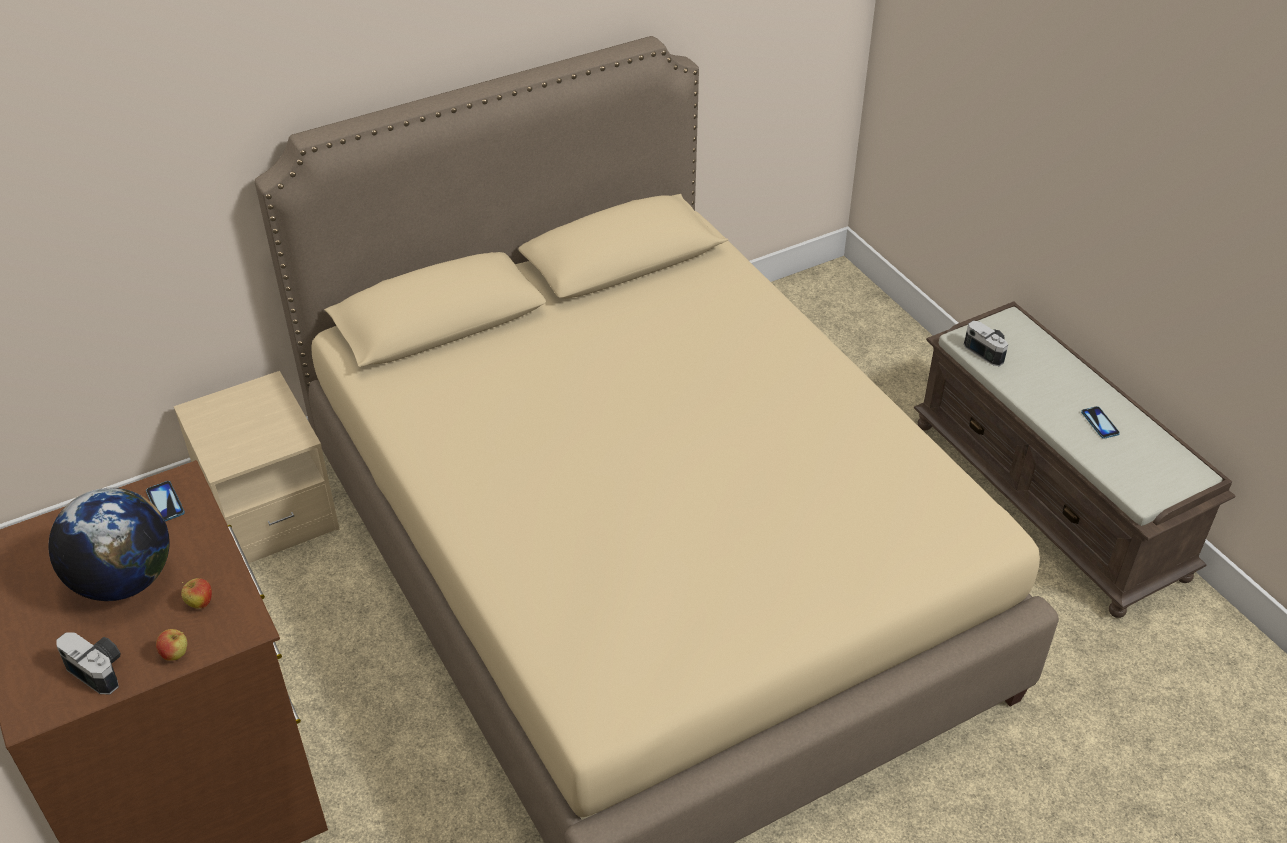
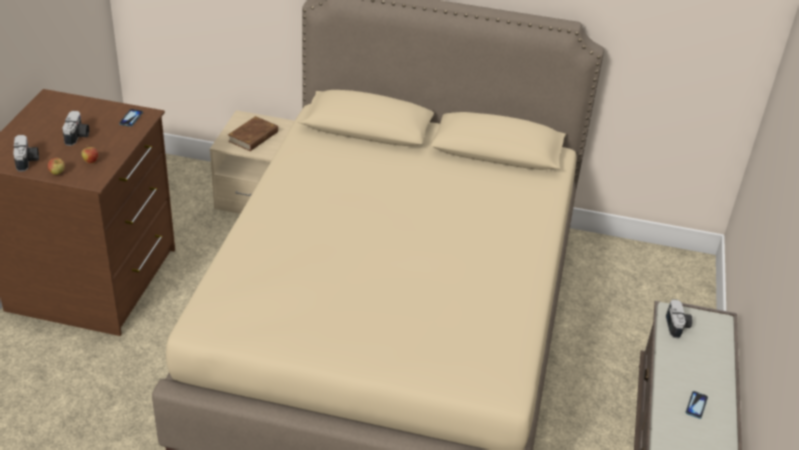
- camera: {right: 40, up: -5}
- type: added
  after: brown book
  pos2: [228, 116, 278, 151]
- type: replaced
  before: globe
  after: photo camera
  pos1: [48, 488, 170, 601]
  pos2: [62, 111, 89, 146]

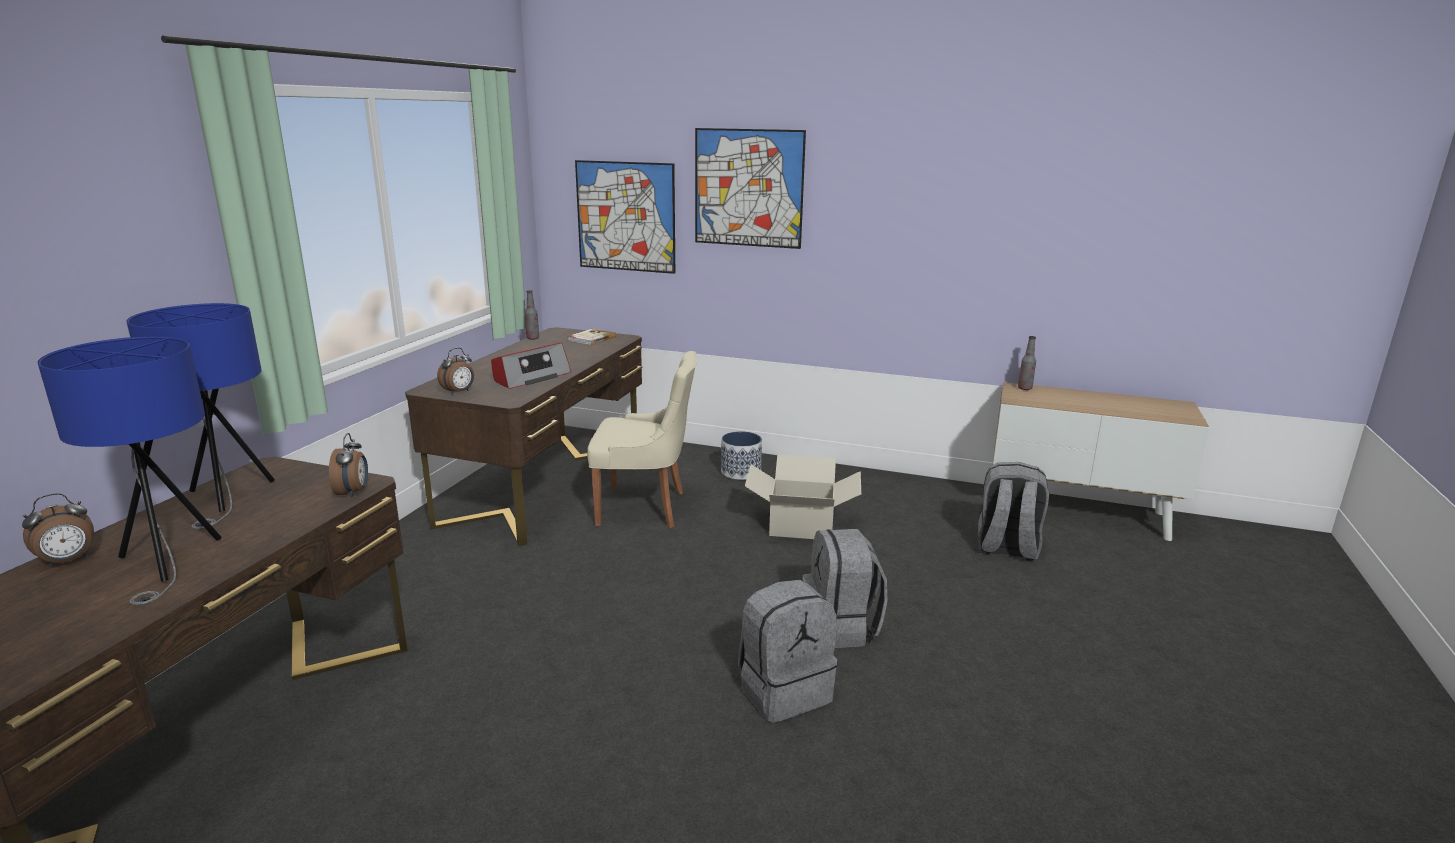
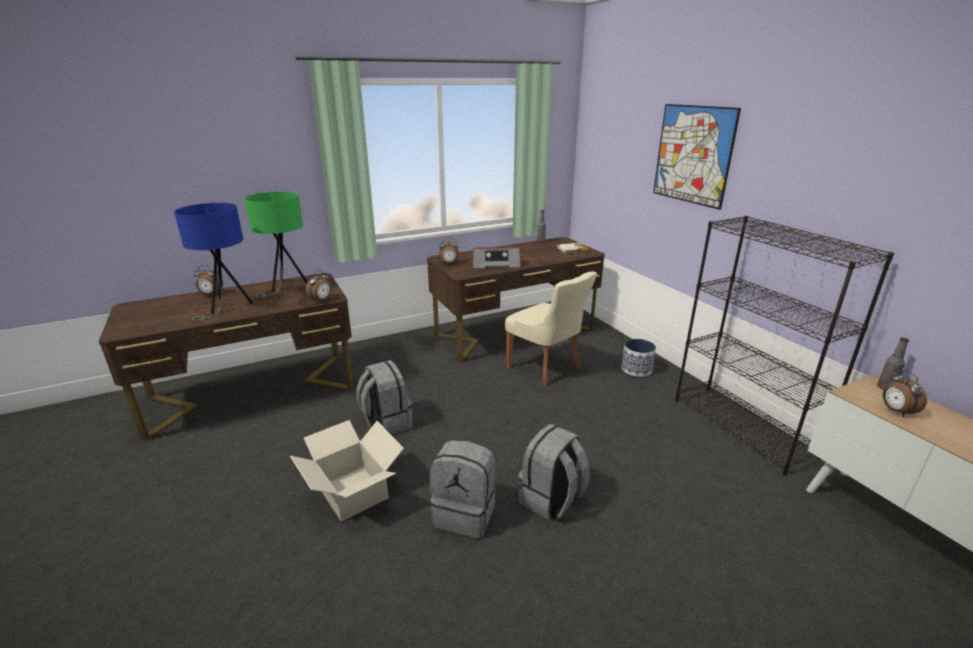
- camera: {right: 45, up: 5}
- type: removed
  before: picture
  pos1: [575, 160, 675, 274]
- type: added
  after: black bookcase
  pos2: [675, 216, 894, 475]
- type: added
  after: alarm clock
  pos2: [883, 370, 927, 417]
- type: moved
  before: cardboard box
  pos1: [745, 454, 861, 539]
  pos2: [290, 420, 404, 522]
- type: moved
  before: grey backpack
  pos1: [978, 462, 1049, 561]
  pos2: [357, 360, 413, 434]
- type: recoloured
  before: blue table lamp
  after: green table lamp
  pos1: [126, 303, 275, 529]
  pos2: [244, 191, 308, 297]

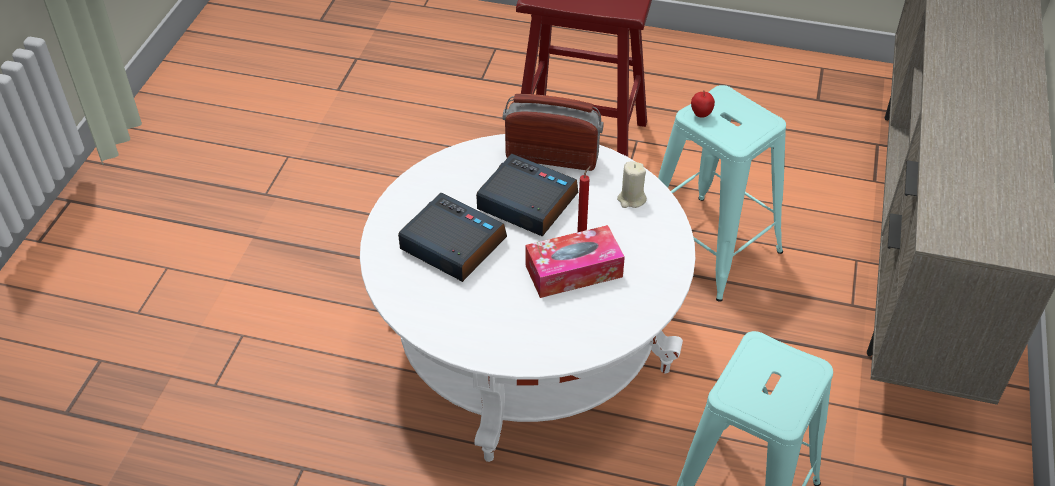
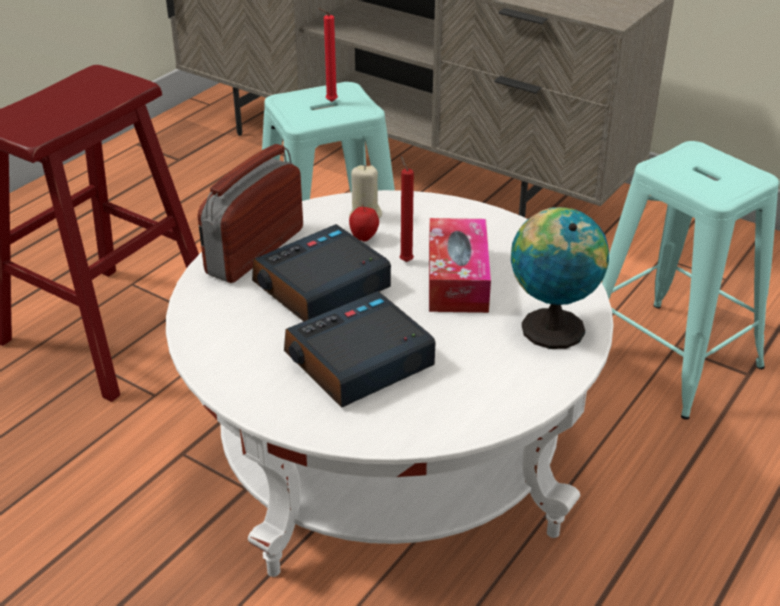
- camera: {right: -70, up: -10}
- type: added
  after: red candle
  pos2: [318, 8, 338, 102]
- type: added
  after: globe
  pos2: [511, 207, 609, 349]
- type: moved
  before: apple
  pos1: [691, 90, 715, 118]
  pos2: [349, 205, 379, 241]

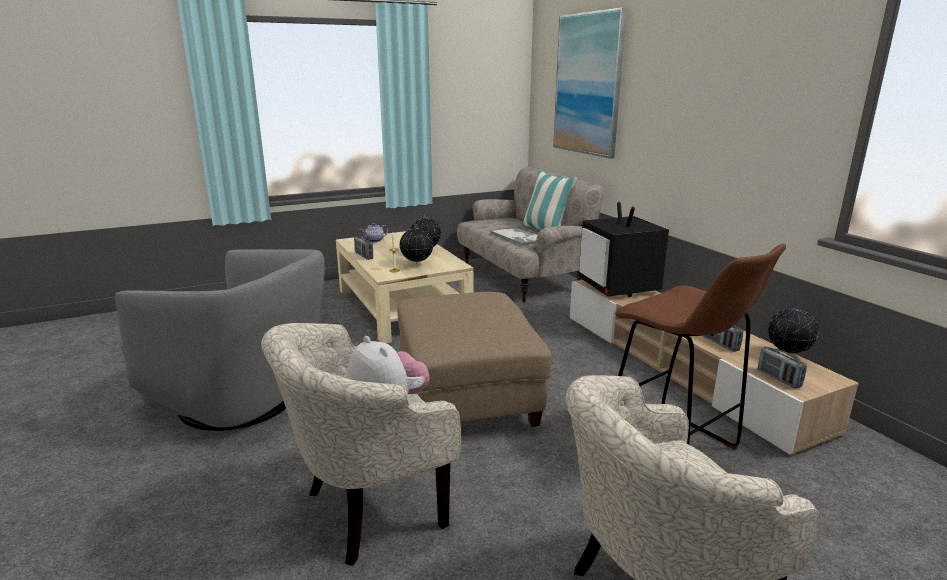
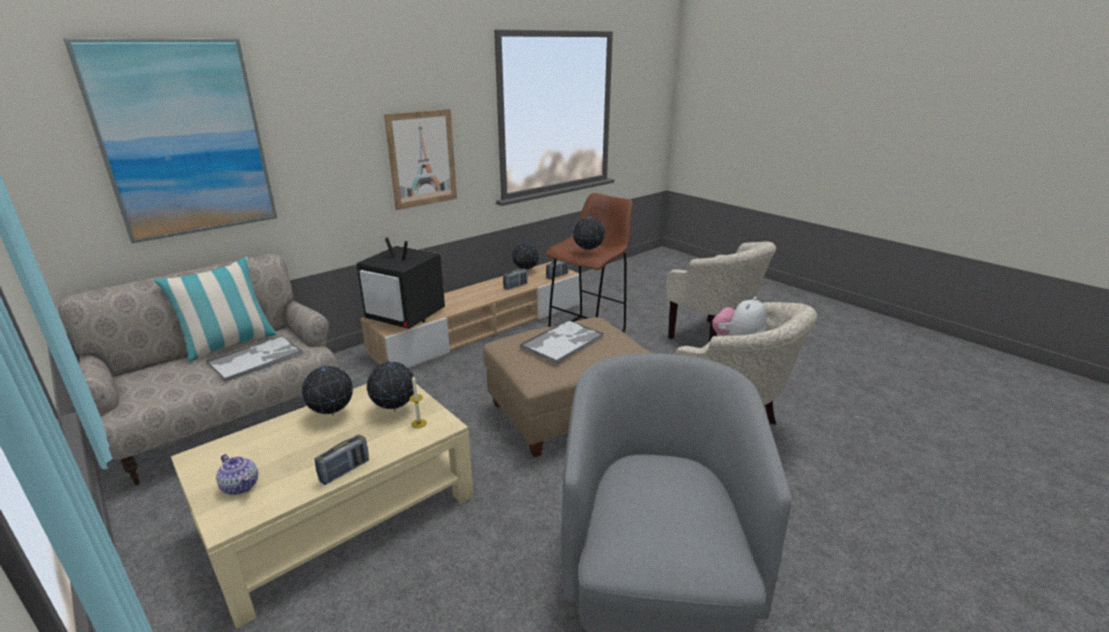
- camera: {right: -105, up: 5}
- type: added
  after: picture
  pos2: [384, 109, 457, 210]
- type: added
  after: tray
  pos2: [519, 320, 605, 364]
- type: added
  after: globe
  pos2: [573, 214, 605, 252]
- type: turned
  before: television
  pos1: [579, 202, 669, 297]
  pos2: [356, 237, 445, 329]
  turn: 60

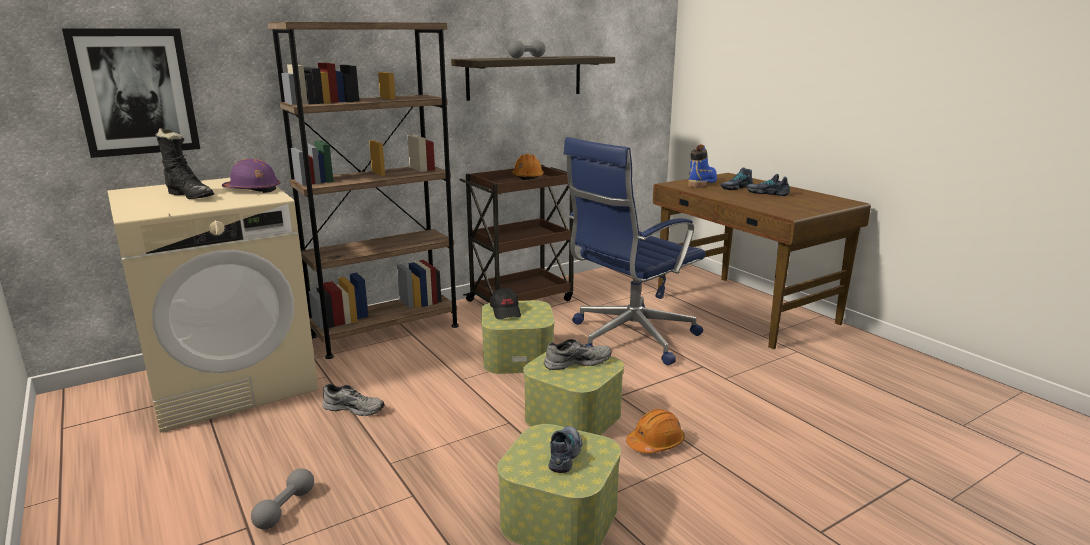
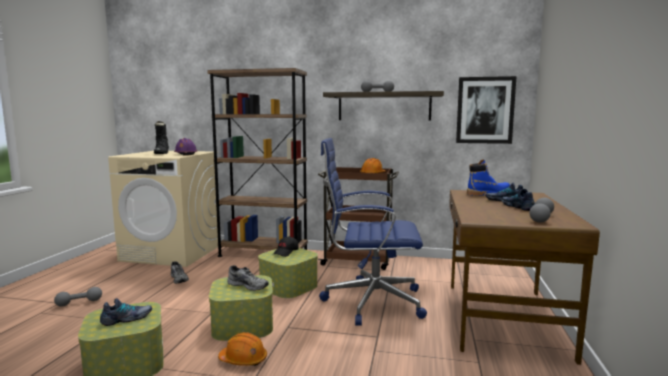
- camera: {right: 45, up: -10}
- type: added
  after: grey dumbbell
  pos2: [529, 198, 554, 223]
- type: moved
  before: picture
  pos1: [62, 29, 200, 158]
  pos2: [456, 76, 517, 144]

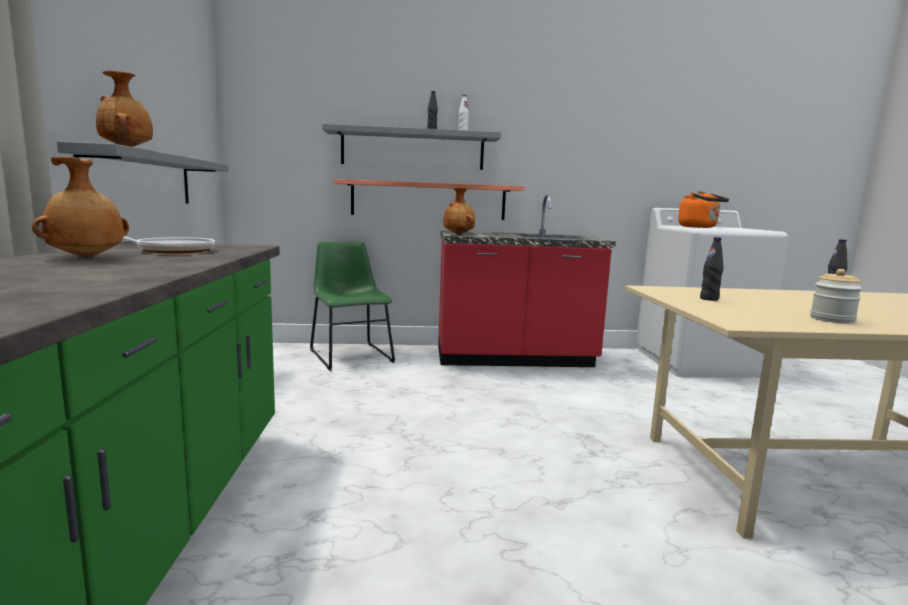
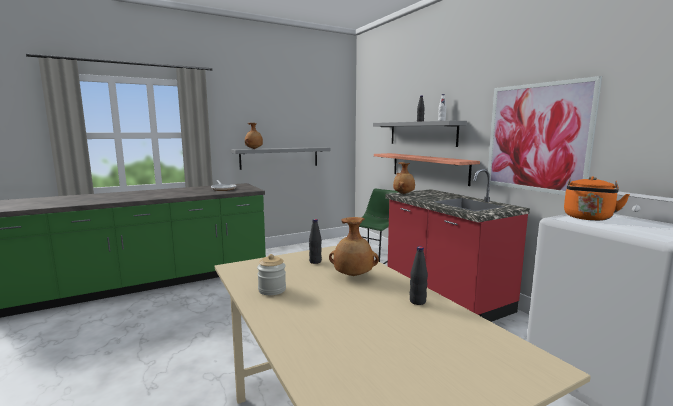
- camera: {right: 65, up: 0}
- type: added
  after: picture
  pos2: [488, 76, 602, 195]
- type: moved
  before: brown vase
  pos1: [32, 157, 129, 258]
  pos2: [329, 217, 379, 276]

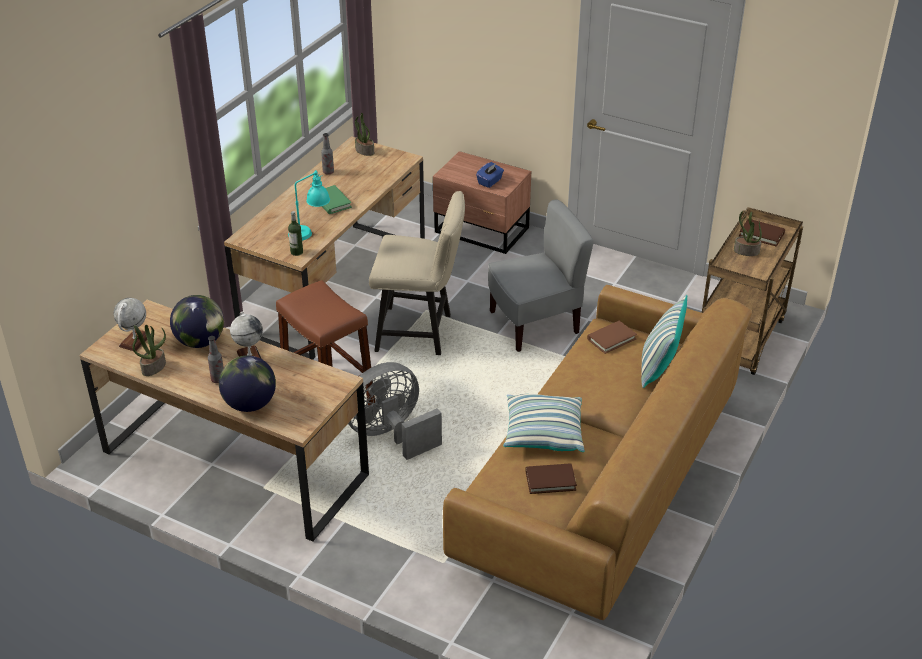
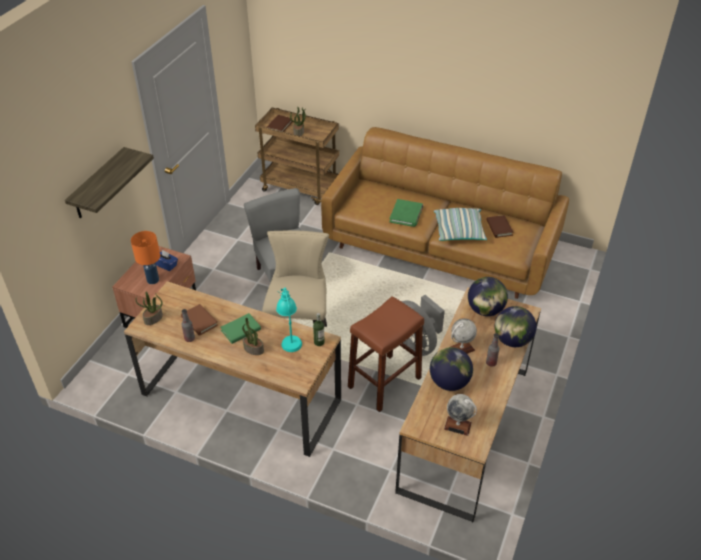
- camera: {right: -95, up: 5}
- type: removed
  before: pillow
  pos1: [641, 295, 687, 388]
- type: added
  after: shelf
  pos2: [65, 147, 154, 218]
- type: added
  after: orange table lamp
  pos2: [131, 231, 160, 284]
- type: added
  after: green book
  pos2: [389, 199, 423, 227]
- type: added
  after: globe
  pos2: [468, 277, 508, 316]
- type: moved
  before: potted plant
  pos1: [133, 325, 166, 376]
  pos2: [242, 318, 264, 355]
- type: moved
  before: brown book
  pos1: [587, 321, 637, 354]
  pos2: [181, 304, 218, 336]

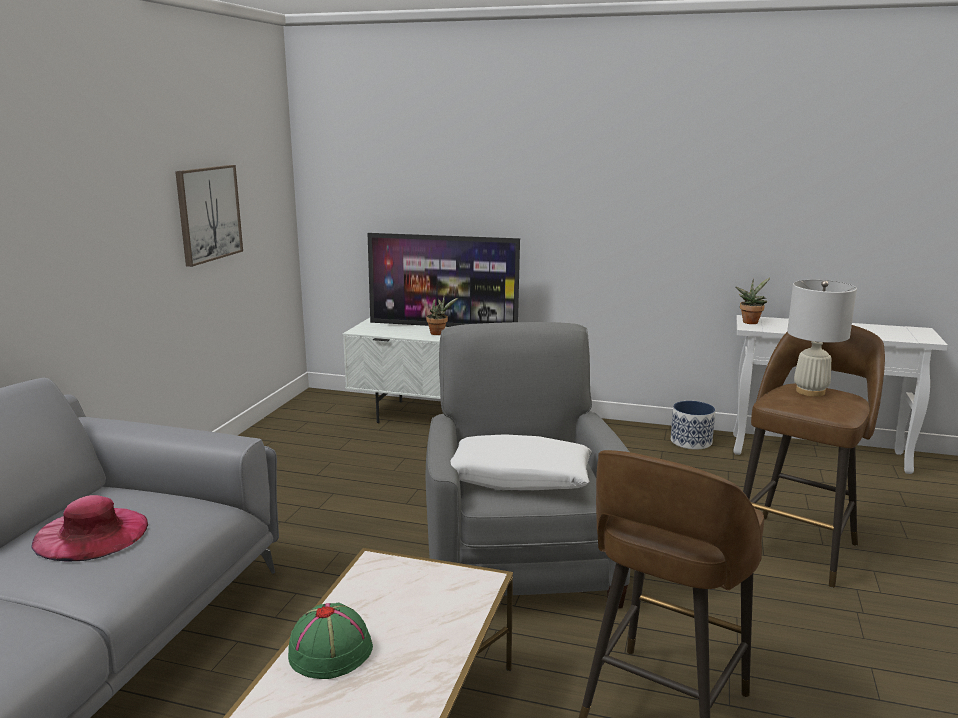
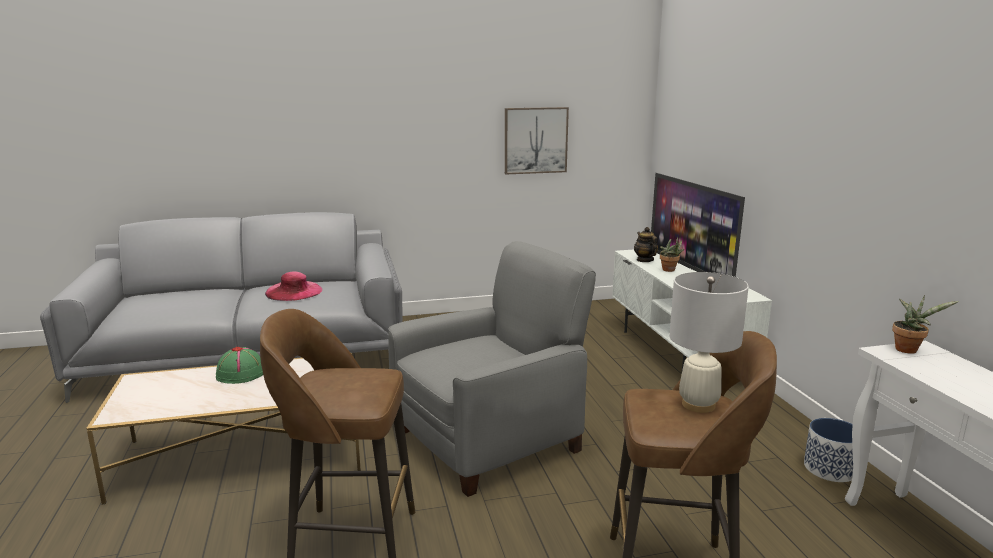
- camera: {right: 60, up: 0}
- type: removed
  before: white pillow
  pos1: [450, 434, 592, 490]
- type: added
  after: teapot
  pos2: [634, 227, 658, 262]

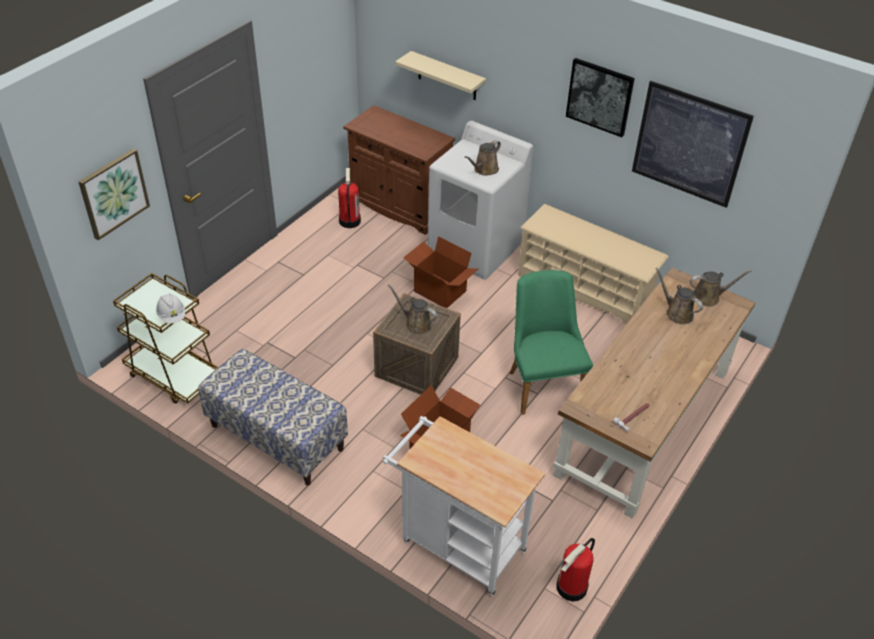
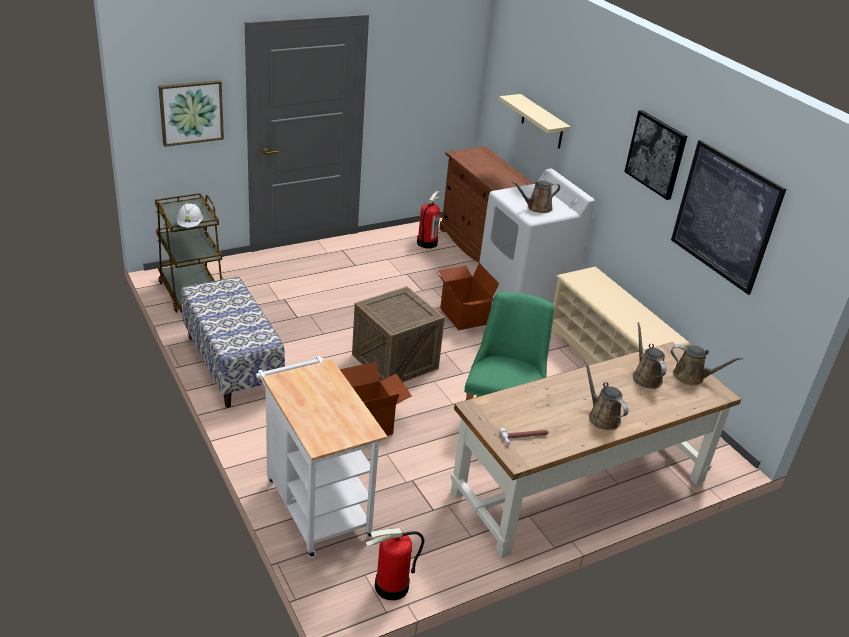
- camera: {right: 25, up: -10}
- type: moved
  before: brown watering can
  pos1: [388, 284, 437, 334]
  pos2: [584, 360, 628, 430]

